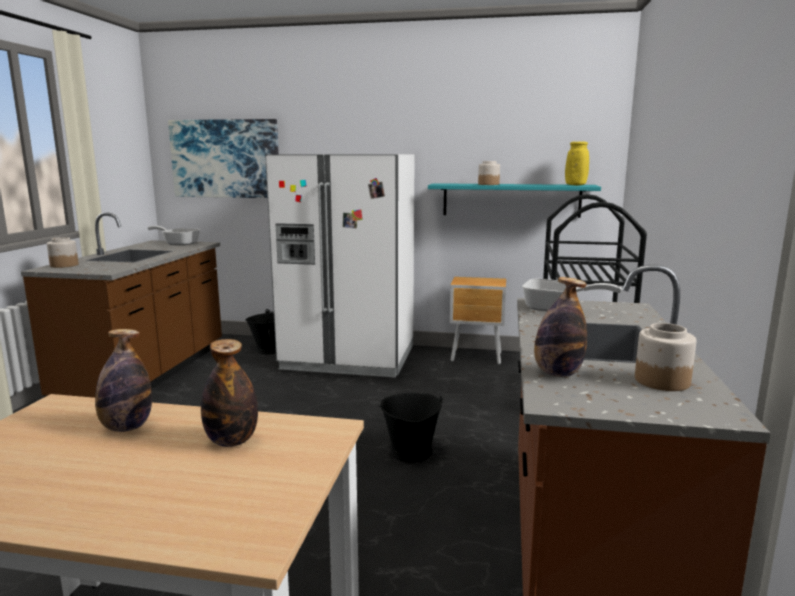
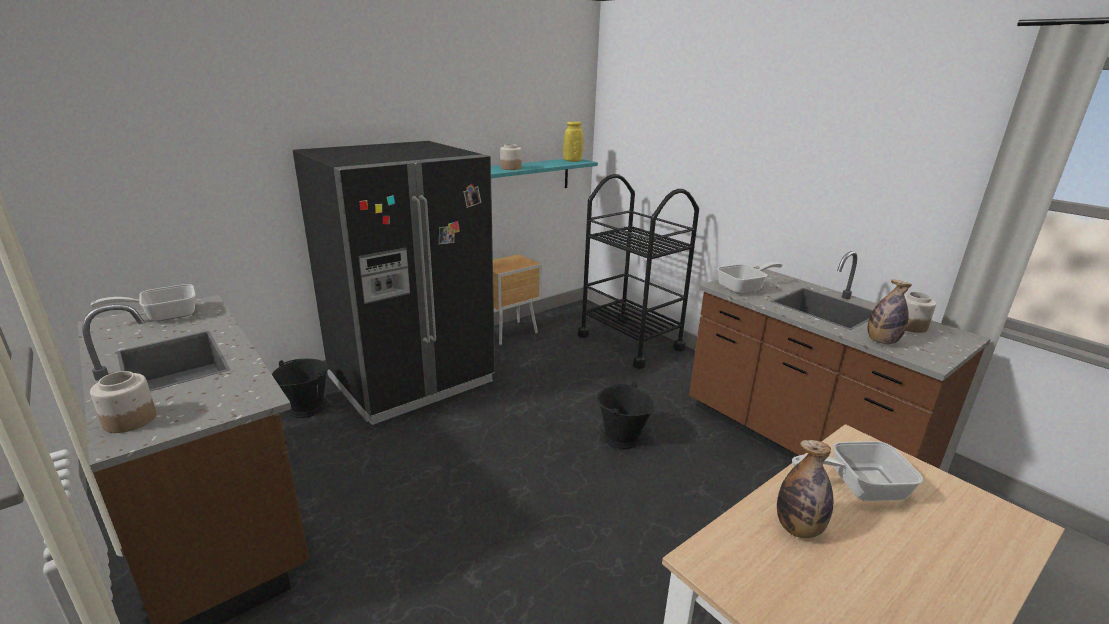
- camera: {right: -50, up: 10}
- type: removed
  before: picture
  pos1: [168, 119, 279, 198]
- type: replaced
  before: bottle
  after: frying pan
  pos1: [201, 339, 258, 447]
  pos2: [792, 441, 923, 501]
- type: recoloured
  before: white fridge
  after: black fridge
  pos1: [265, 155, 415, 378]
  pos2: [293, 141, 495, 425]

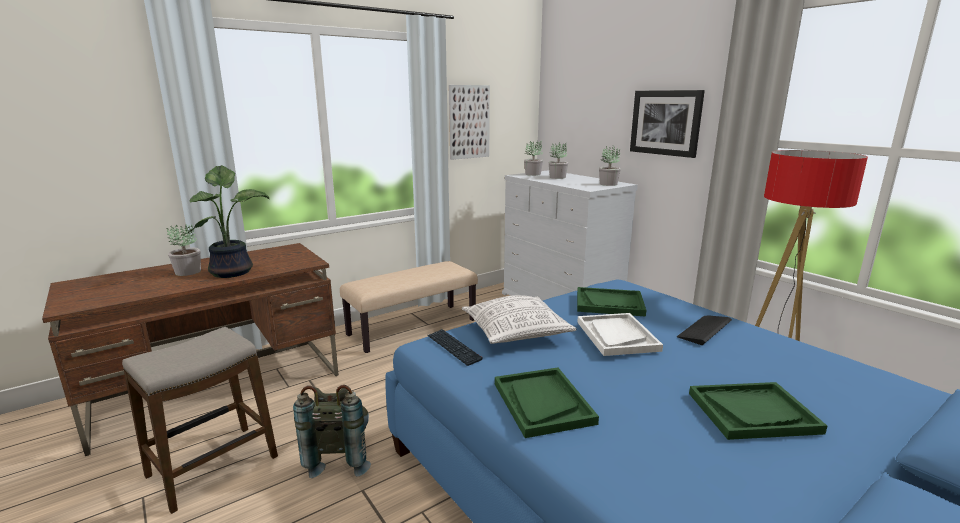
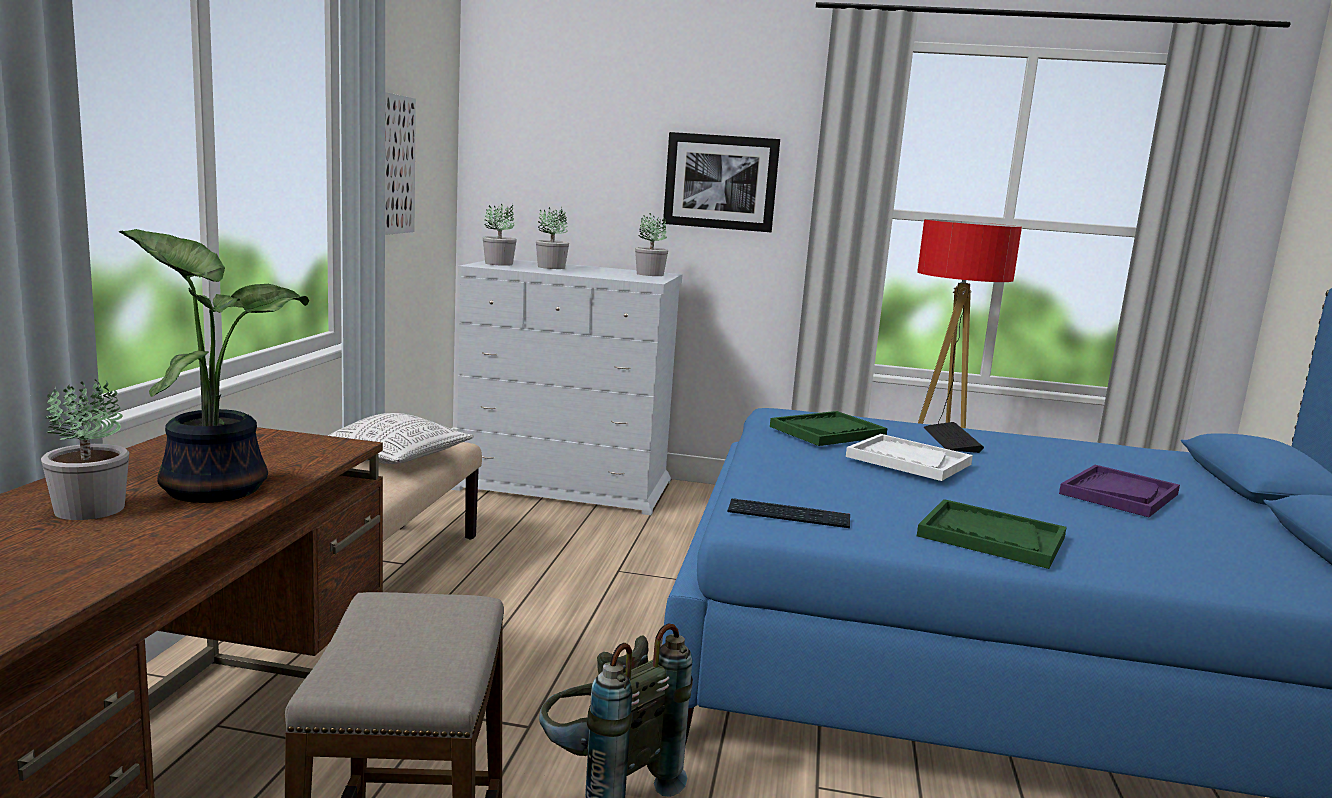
- camera: {right: -45, up: -5}
- type: moved
  before: pillow
  pos1: [462, 295, 577, 344]
  pos2: [328, 413, 474, 464]
- type: recoloured
  before: green tray
  after: purple tray
  pos1: [689, 382, 827, 440]
  pos2: [1059, 465, 1180, 517]

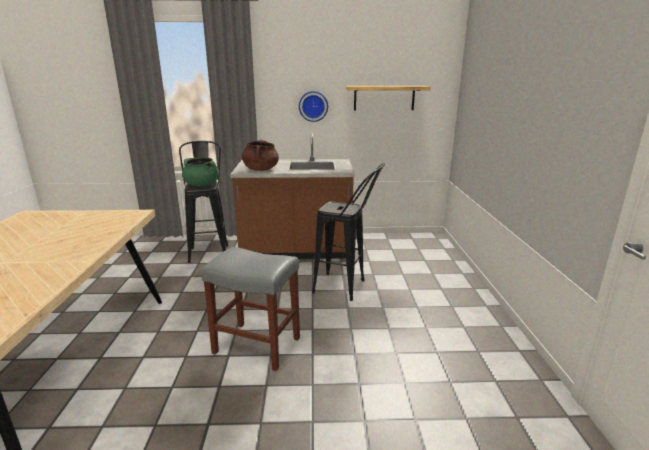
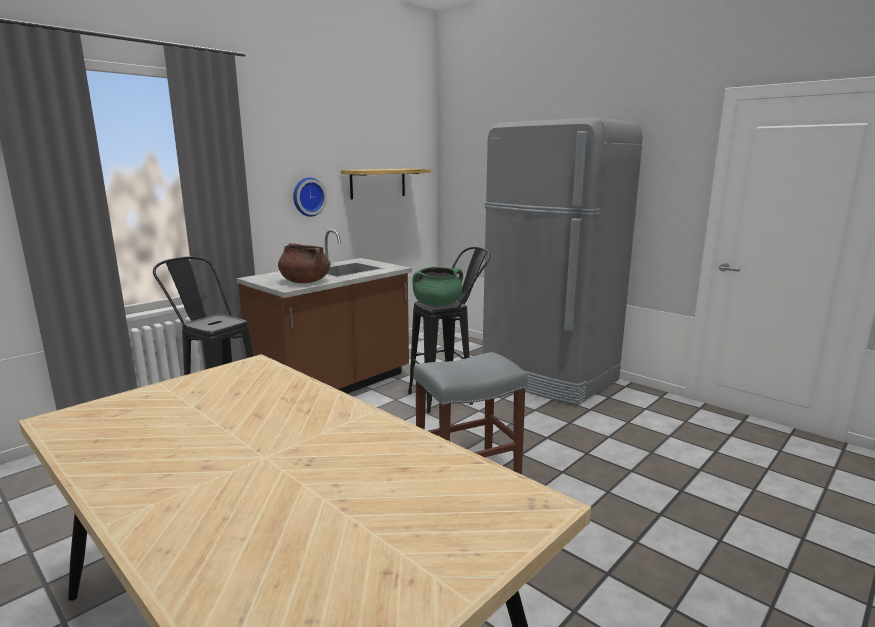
- camera: {right: -45, up: -5}
- type: added
  after: grey fridge
  pos2: [483, 118, 643, 405]
- type: moved
  before: green cooking pot
  pos1: [182, 157, 219, 186]
  pos2: [412, 267, 463, 307]

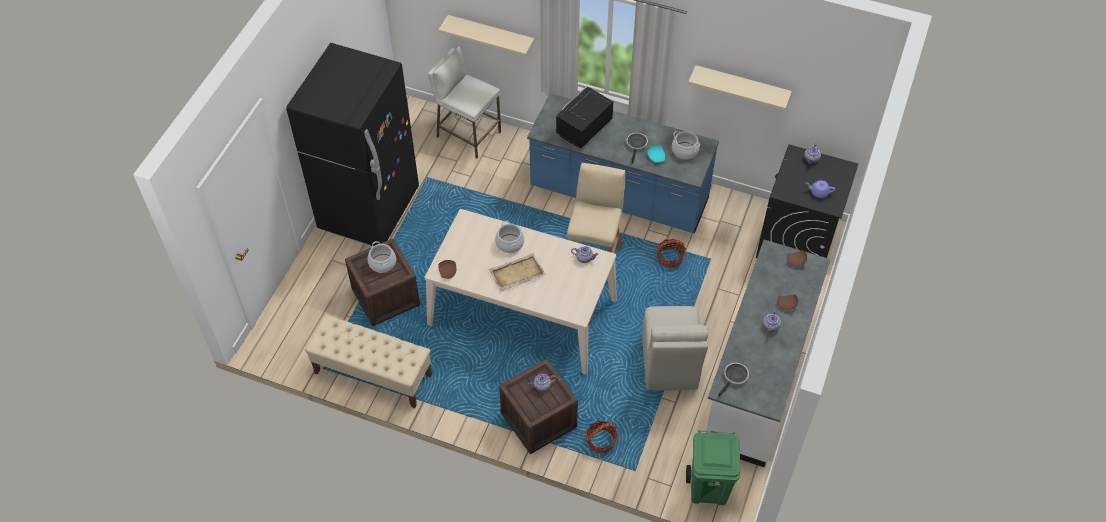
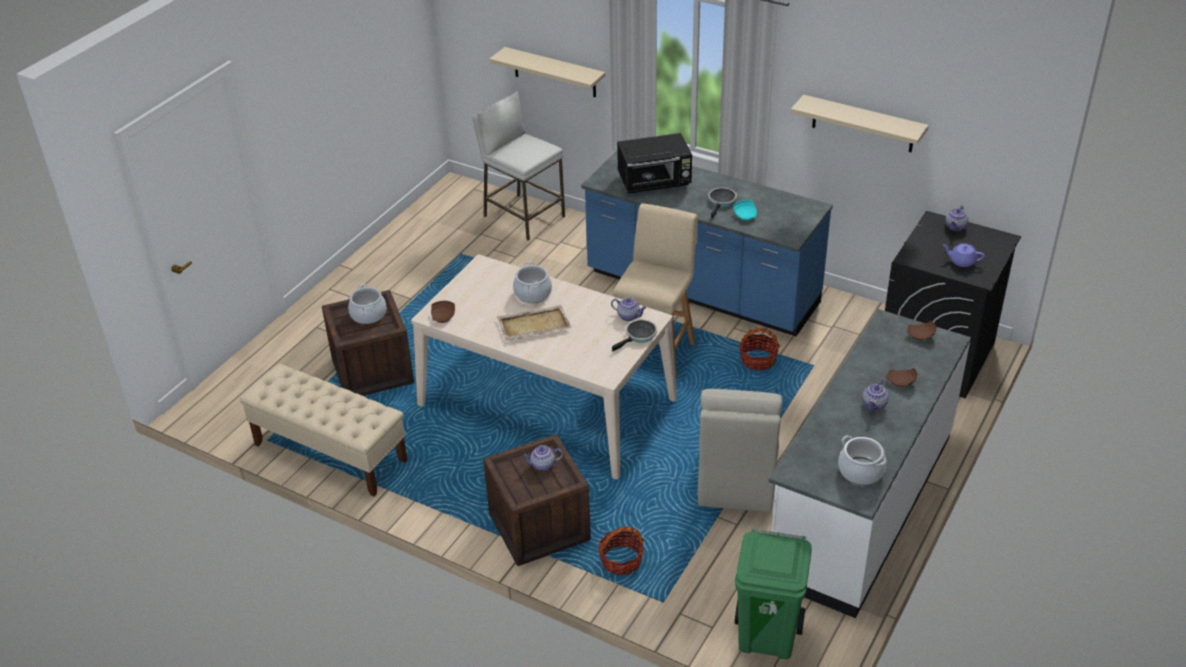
- camera: {right: 10, up: -15}
- type: removed
  before: black fridge
  pos1: [286, 43, 419, 246]
- type: moved
  before: cooking pot
  pos1: [672, 131, 700, 159]
  pos2: [838, 435, 887, 485]
- type: moved
  before: frying pan
  pos1: [719, 363, 749, 397]
  pos2: [612, 319, 657, 351]
- type: turned
  before: black microwave
  pos1: [556, 87, 613, 148]
  pos2: [617, 133, 692, 193]
  turn: -150

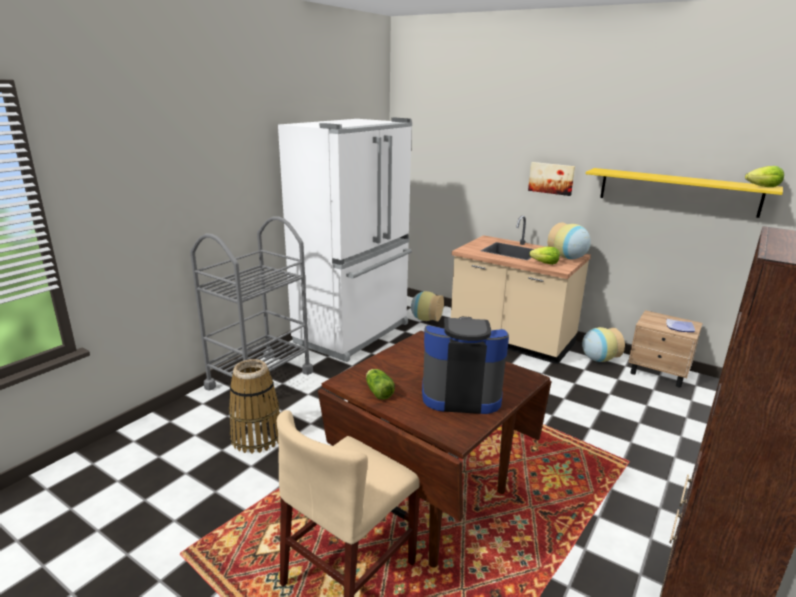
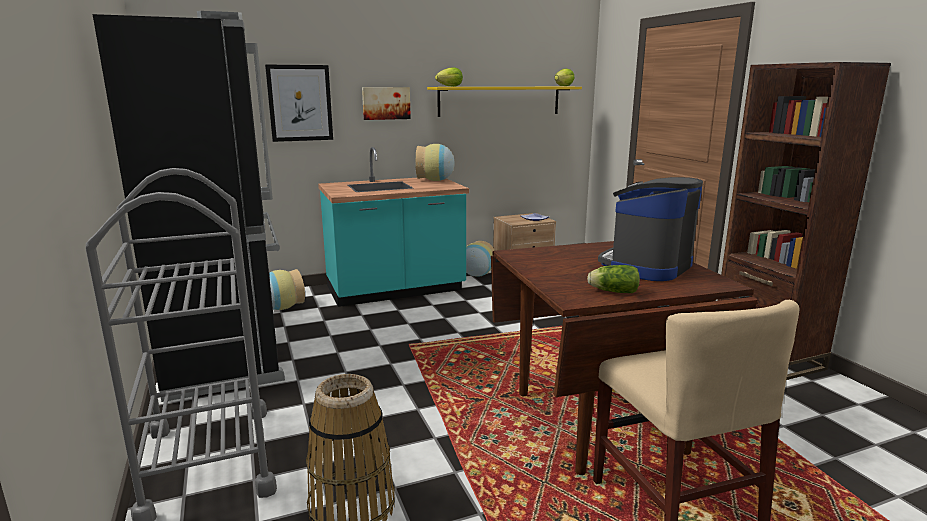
- camera: {right: -55, up: -5}
- type: added
  after: picture
  pos2: [265, 65, 333, 142]
- type: moved
  before: lettuce
  pos1: [529, 247, 560, 265]
  pos2: [435, 67, 463, 87]
- type: recoloured
  before: white fridge
  after: black fridge
  pos1: [278, 118, 412, 362]
  pos2: [93, 11, 285, 402]
- type: recoloured
  before: beige counter
  after: turquoise counter
  pos1: [451, 215, 591, 364]
  pos2: [318, 147, 469, 307]

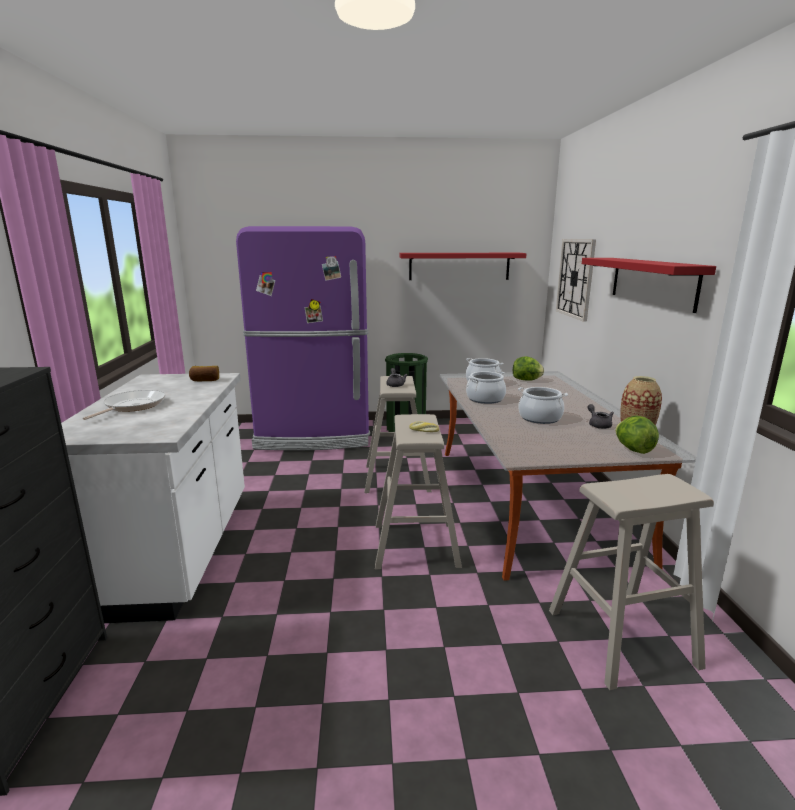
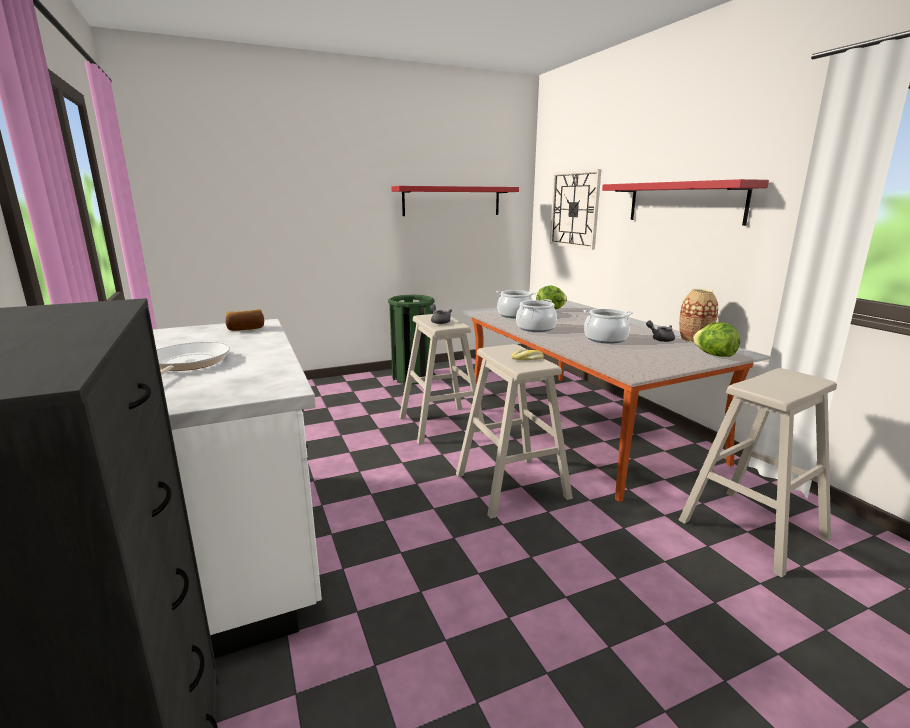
- camera: {right: -20, up: 0}
- type: removed
  before: purple fridge
  pos1: [236, 226, 370, 451]

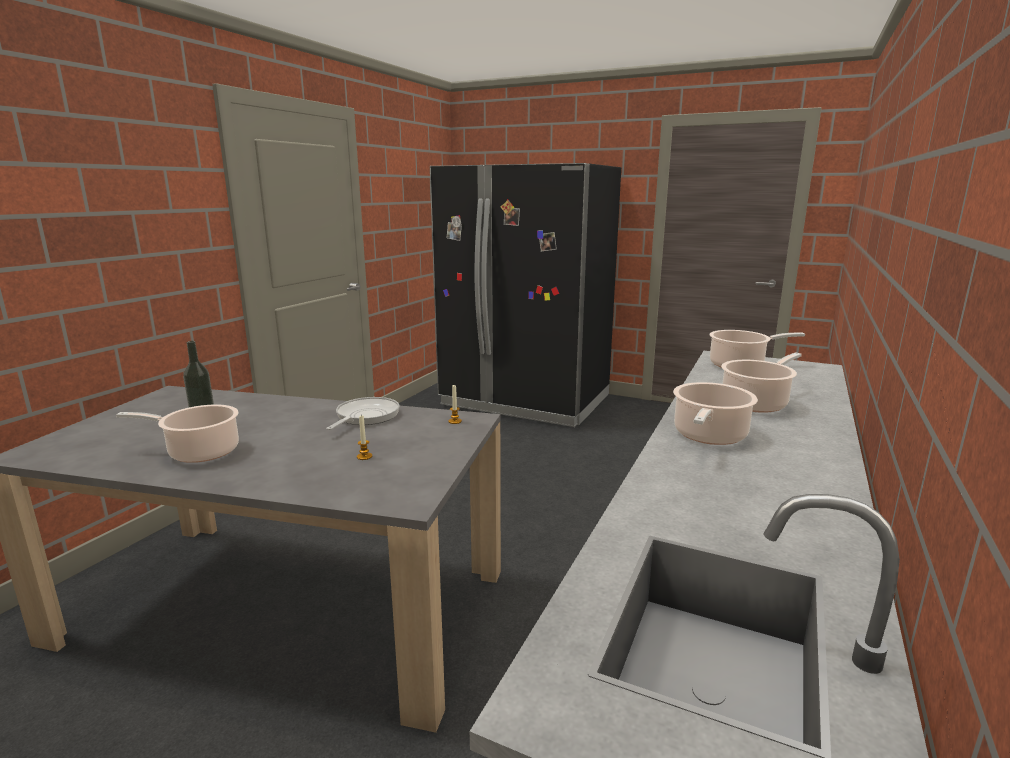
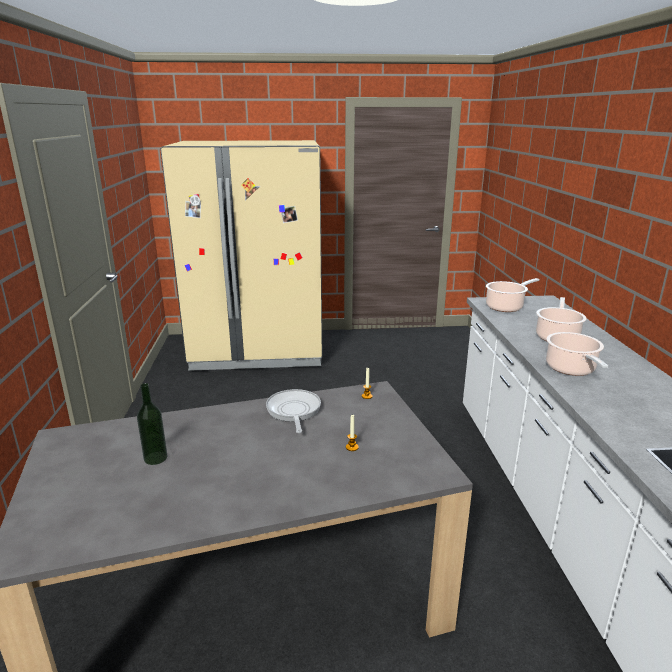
- camera: {right: -30, up: 5}
- type: removed
  before: cooking pot
  pos1: [116, 404, 239, 463]
- type: recoloured
  before: black fridge
  after: beige fridge
  pos1: [430, 163, 621, 427]
  pos2: [160, 140, 322, 371]

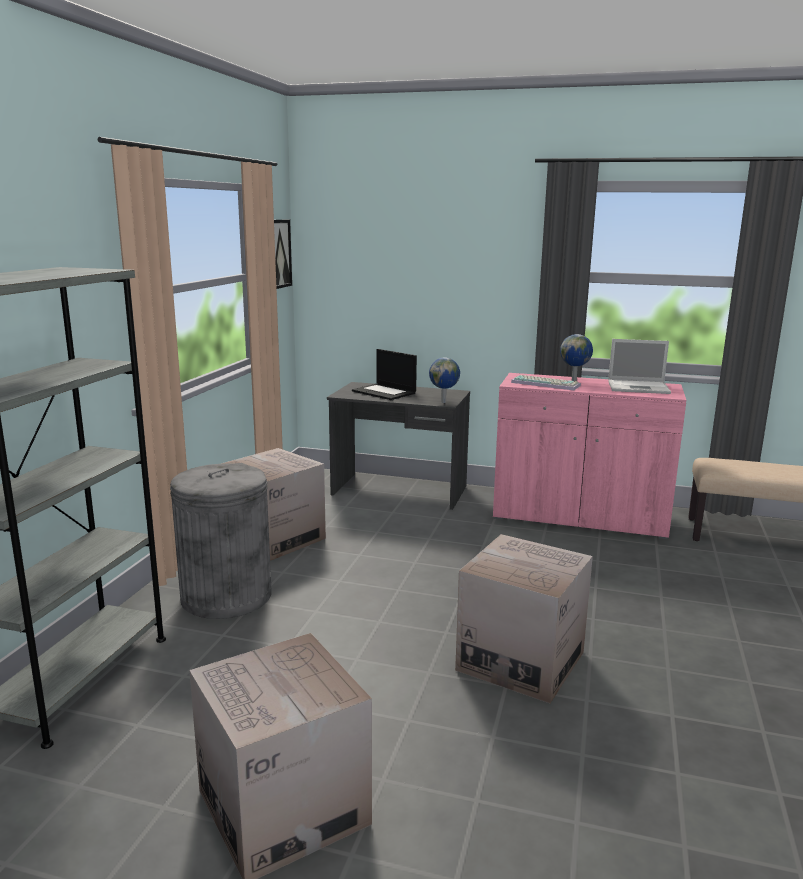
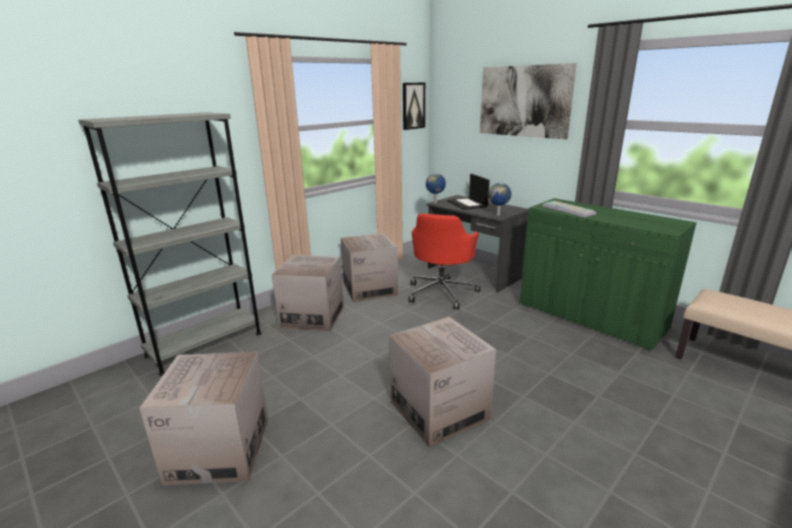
- camera: {right: 30, up: 5}
- type: removed
  before: laptop
  pos1: [608, 339, 671, 394]
- type: added
  after: red office chair
  pos2: [408, 213, 480, 310]
- type: added
  after: picture
  pos2: [480, 63, 577, 139]
- type: moved
  before: globe
  pos1: [560, 334, 593, 381]
  pos2: [426, 173, 446, 203]
- type: replaced
  before: grey trash can
  after: cardboard box
  pos1: [170, 463, 272, 619]
  pos2: [272, 255, 344, 332]
- type: recoloured
  before: pink cabinet
  after: green cabinet
  pos1: [493, 373, 686, 539]
  pos2: [520, 198, 697, 351]

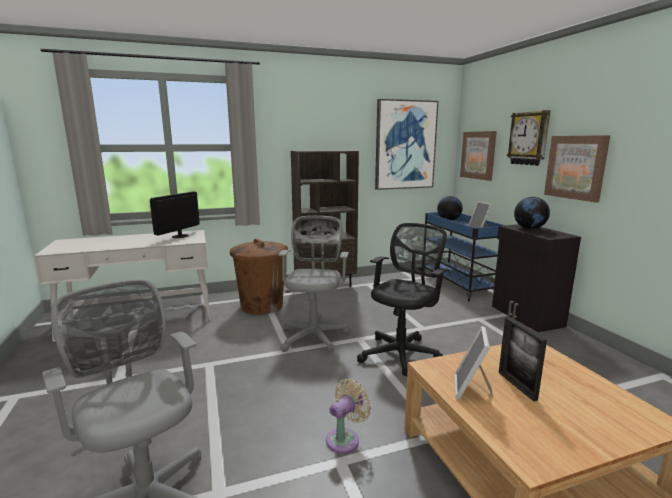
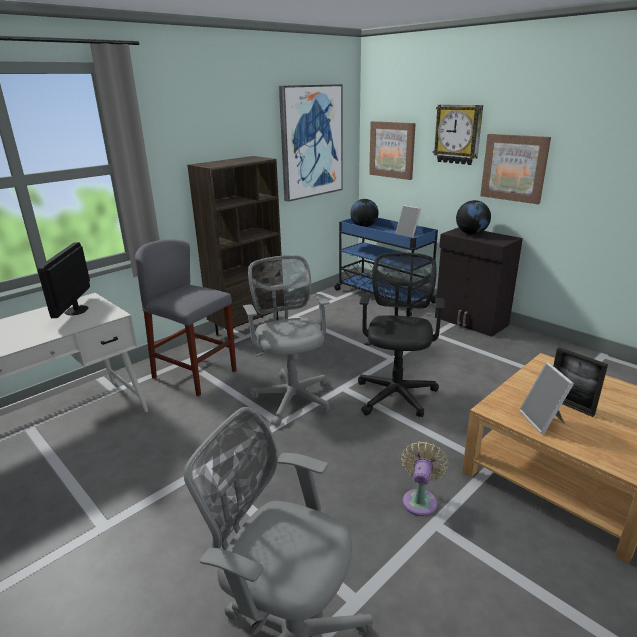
- camera: {right: -25, up: 10}
- type: replaced
  before: brown trash can
  after: grey stool
  pos1: [230, 239, 288, 315]
  pos2: [135, 239, 237, 396]

